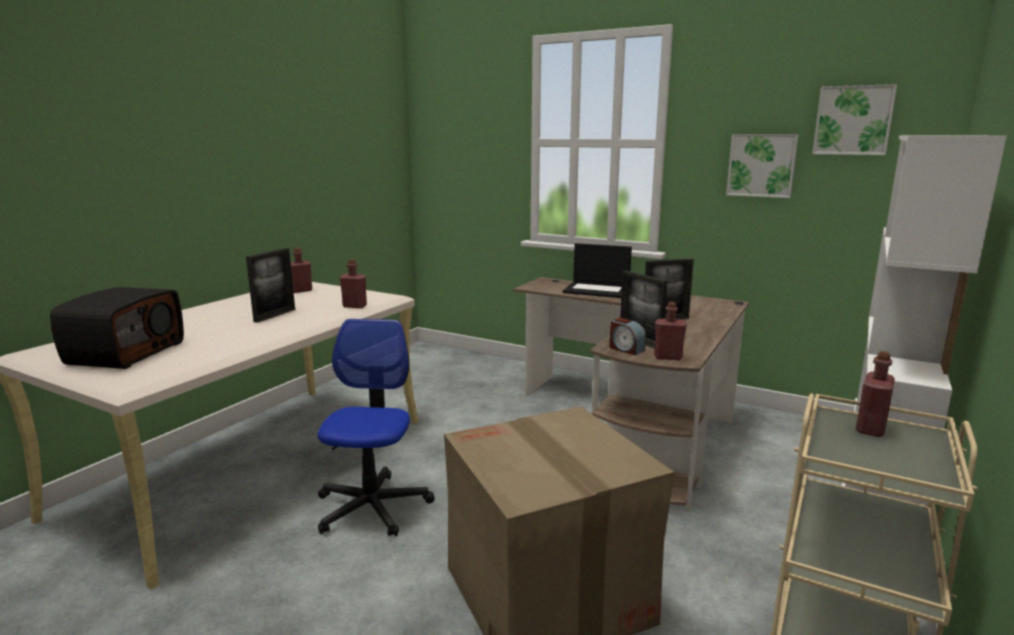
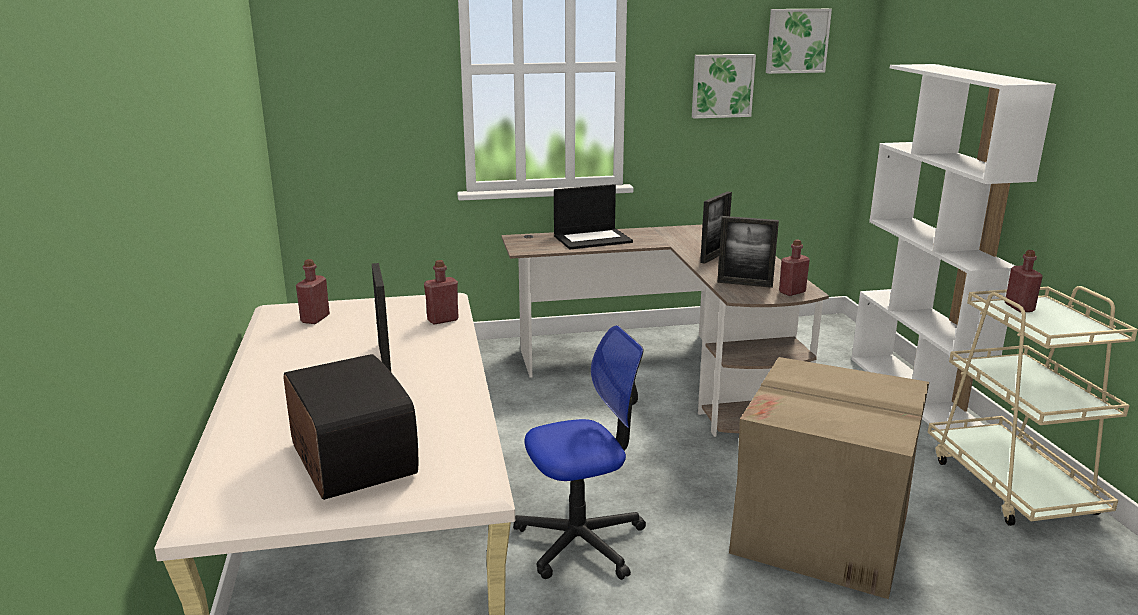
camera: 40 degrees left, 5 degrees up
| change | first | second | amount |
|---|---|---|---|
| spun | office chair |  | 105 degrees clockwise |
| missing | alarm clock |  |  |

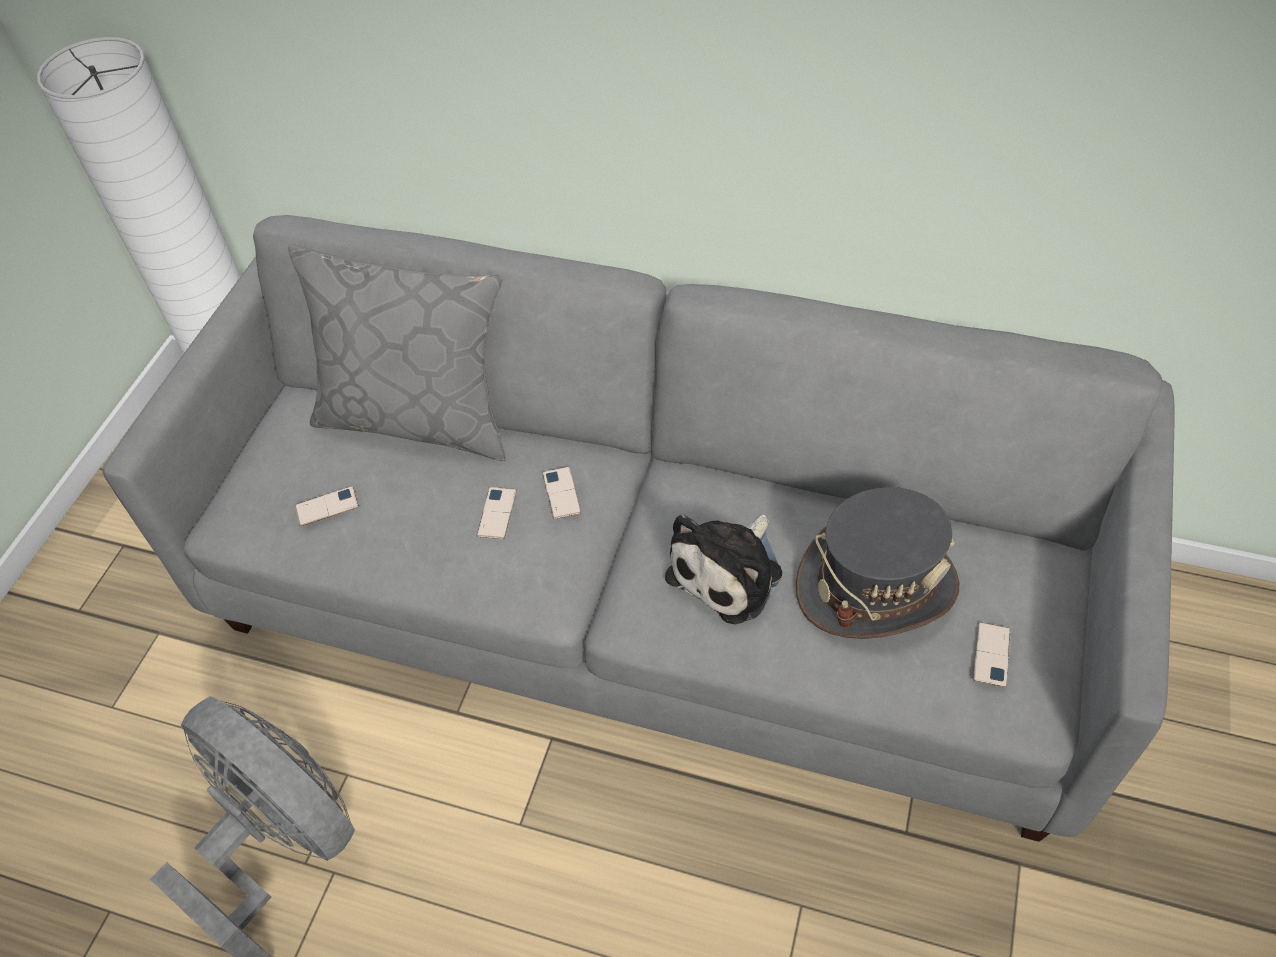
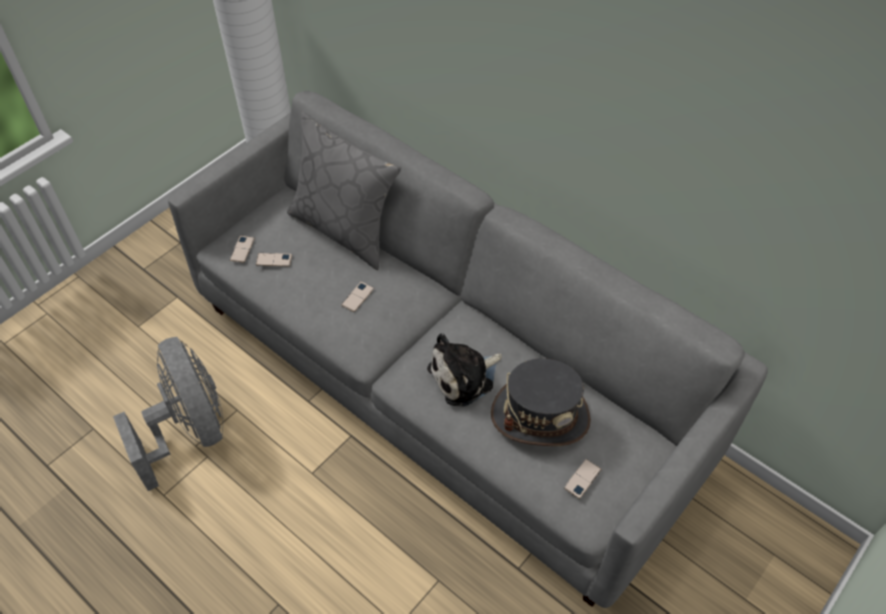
camera: 20 degrees right, 0 degrees up
| change | first | second | amount |
|---|---|---|---|
| relocated | phone (no. 3 from left in the first image) | phone (no. 1 from left) |  |

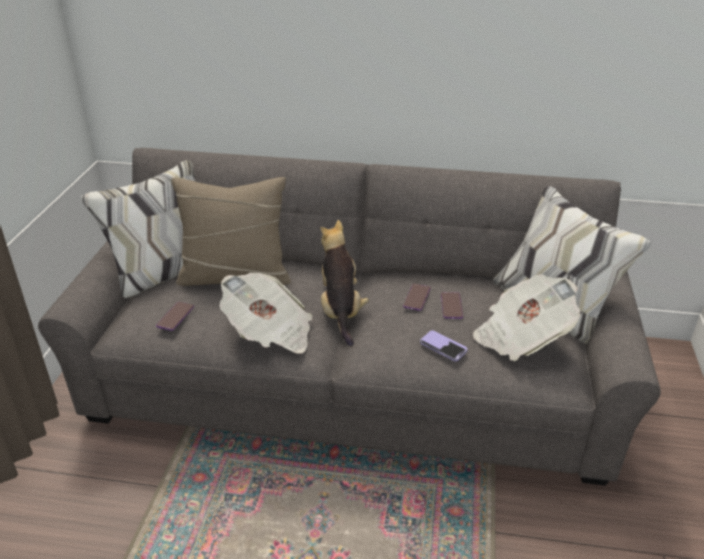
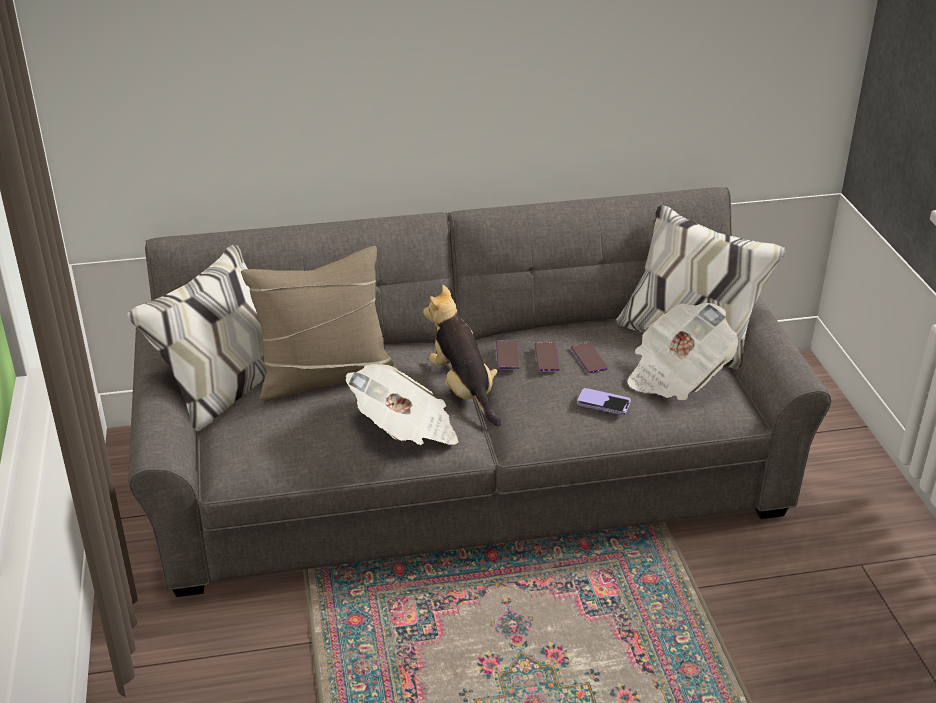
camera: 20 degrees left, 0 degrees up
| change | first | second | amount |
|---|---|---|---|
| relocated | phone (no. 1 from left) |  |  |

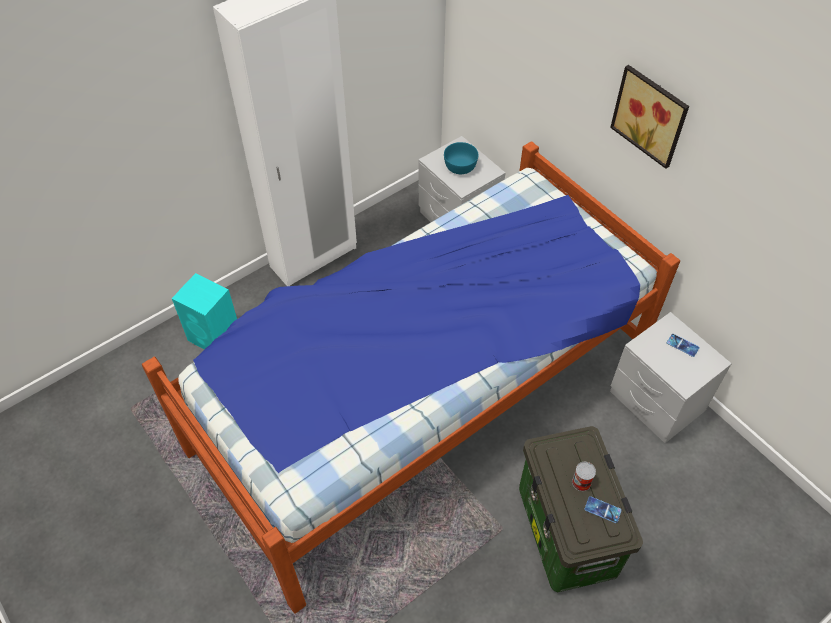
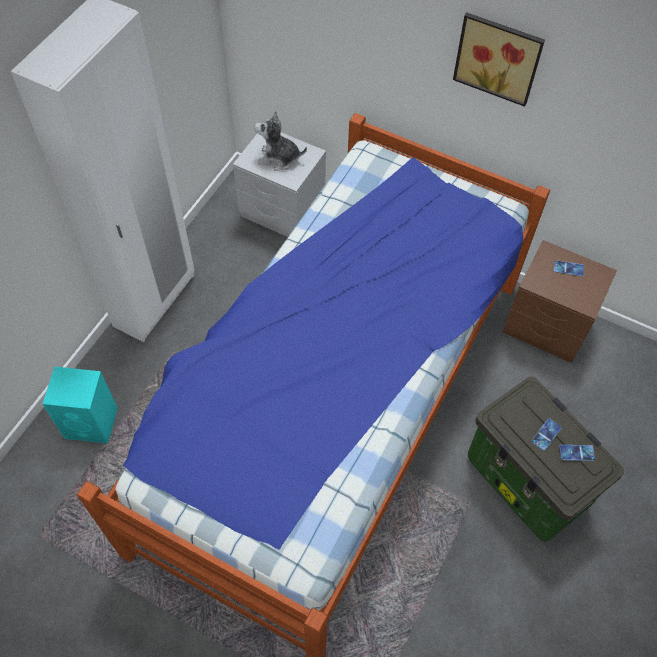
camera: 25 degrees left, 5 degrees up
| change | first | second | amount |
|---|---|---|---|
| exchanged | bowl (turquoise) | plush toy |  |
| colour | nightstand (grey) (no. 2 from left) | nightstand (brown) |  |
| exchanged | can | phone (no. 1 from left) |  |

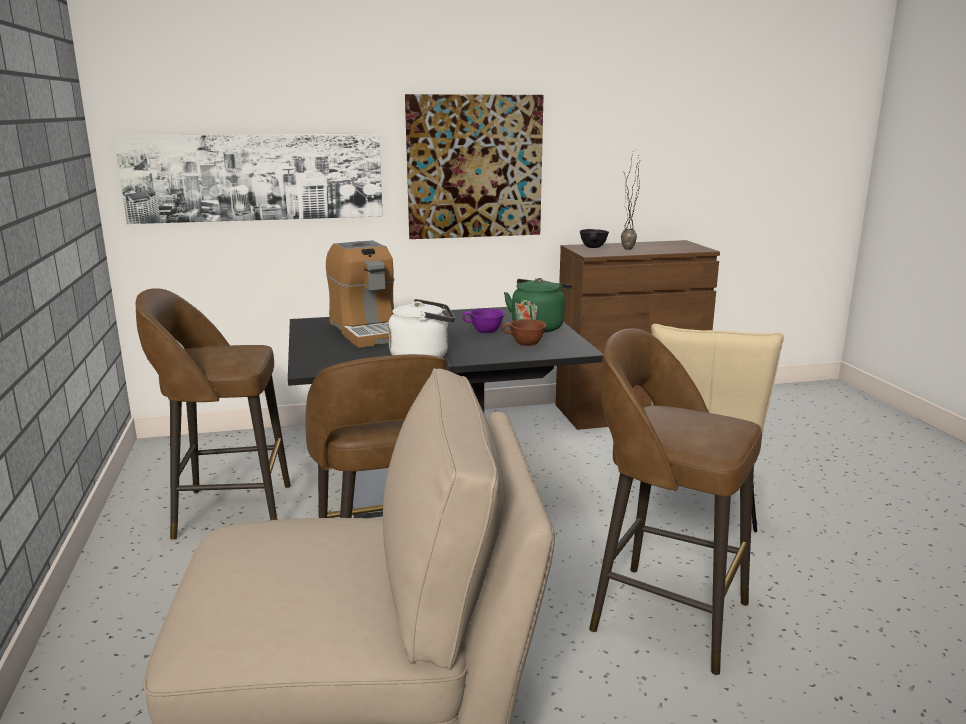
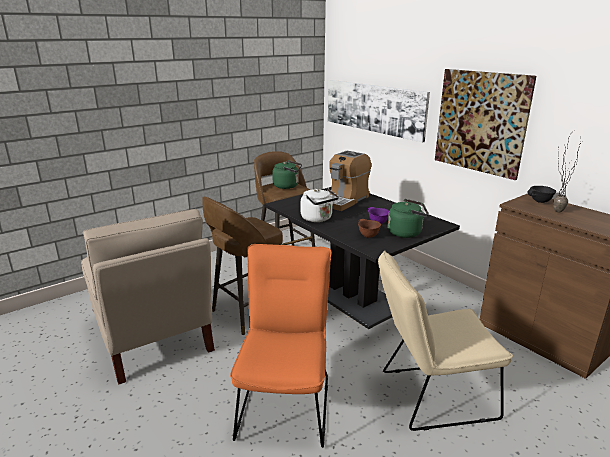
camera: 65 degrees right, 5 degrees up
| change | first | second | amount |
|---|---|---|---|
| exchanged | stool (brown) (no. 3 from left) | chair (orange) |  |
| appeared |  | kettle (green) (no. 1 from left) |  |

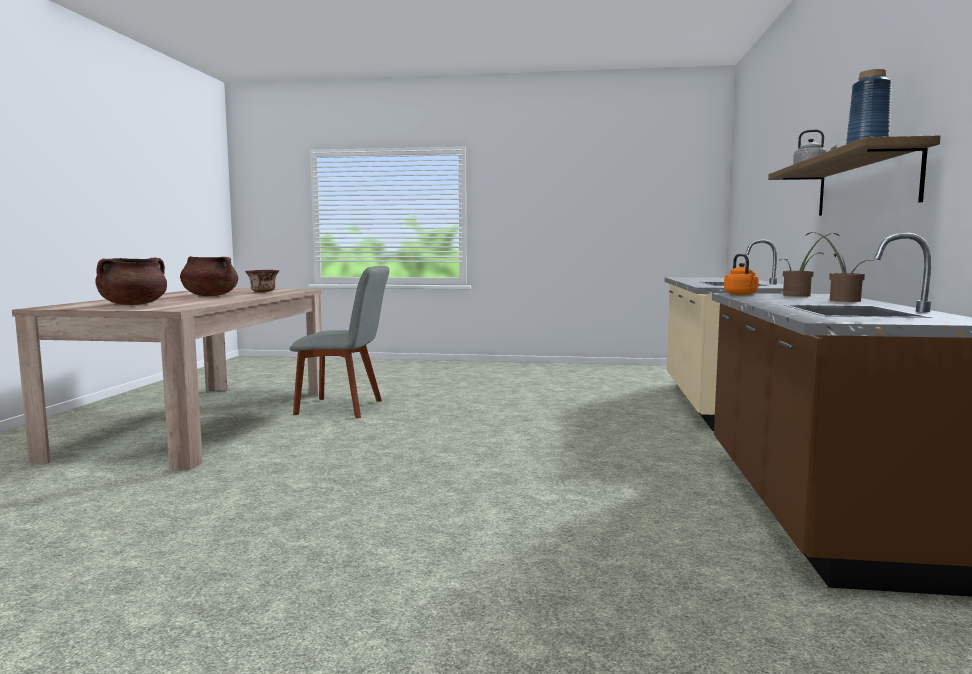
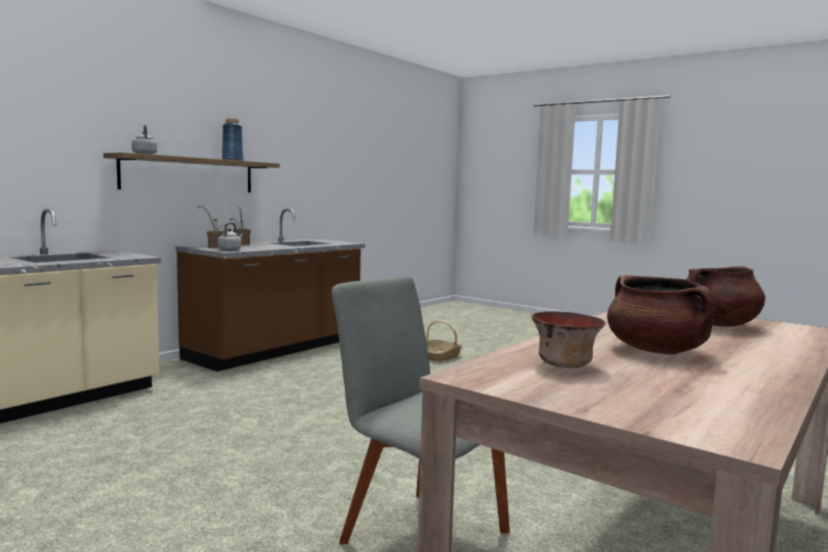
camera: 150 degrees left, 0 degrees up
| change | first | second | amount |
|---|---|---|---|
| colour | kettle (orange) | kettle (grey) (no. 2 from left) |  |
| appeared |  | basket |  |

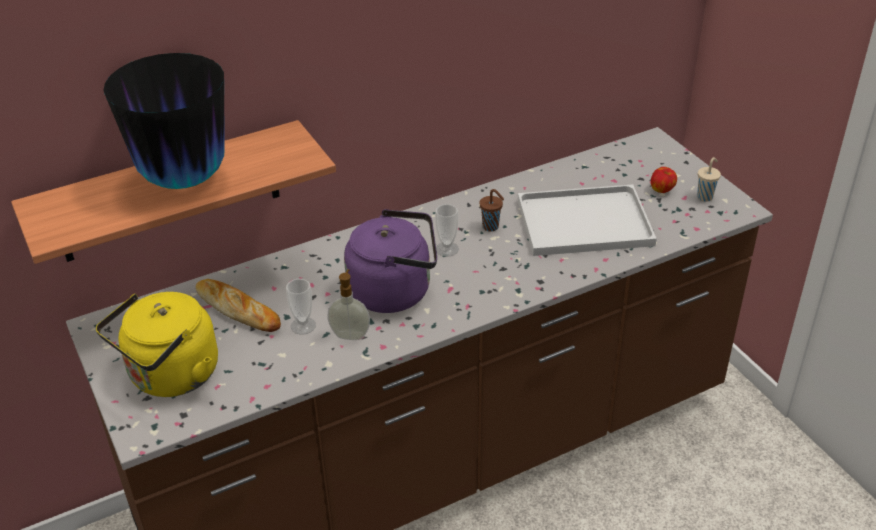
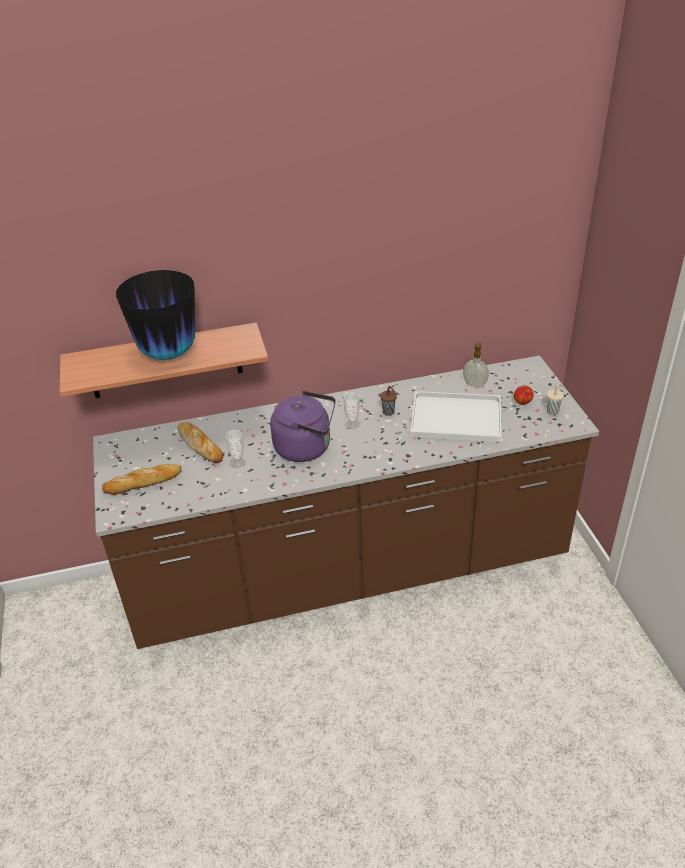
camera: 15 degrees right, 0 degrees up
| change | first | second | amount |
|---|---|---|---|
| exchanged | kettle (yellow) | bread (no. 1 from left) |  |
| relocated | soap dispenser |  |  |

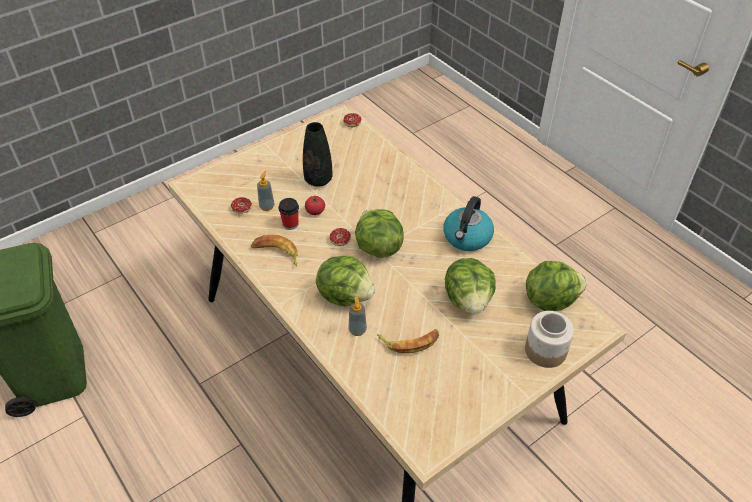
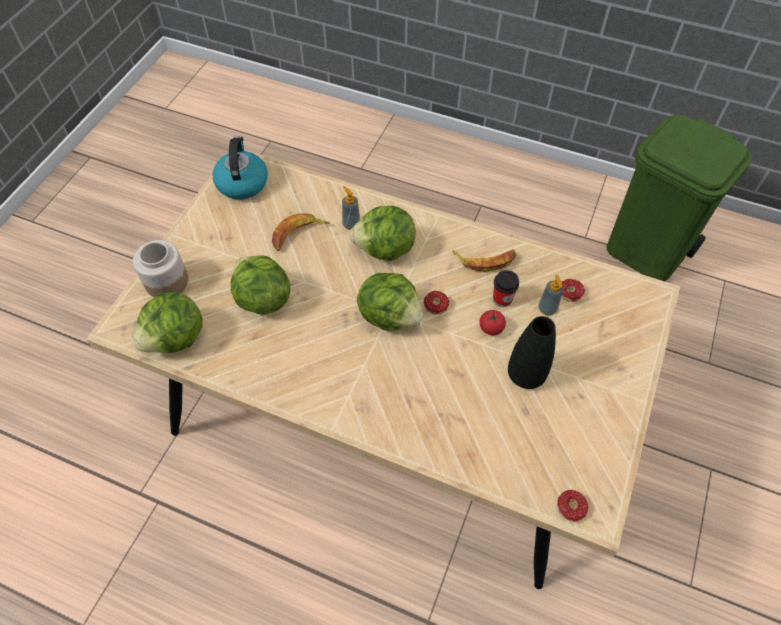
camera: 150 degrees right, 10 degrees up
| change | first | second | amount |
|---|---|---|---|
| relocated | kettle |  |  |

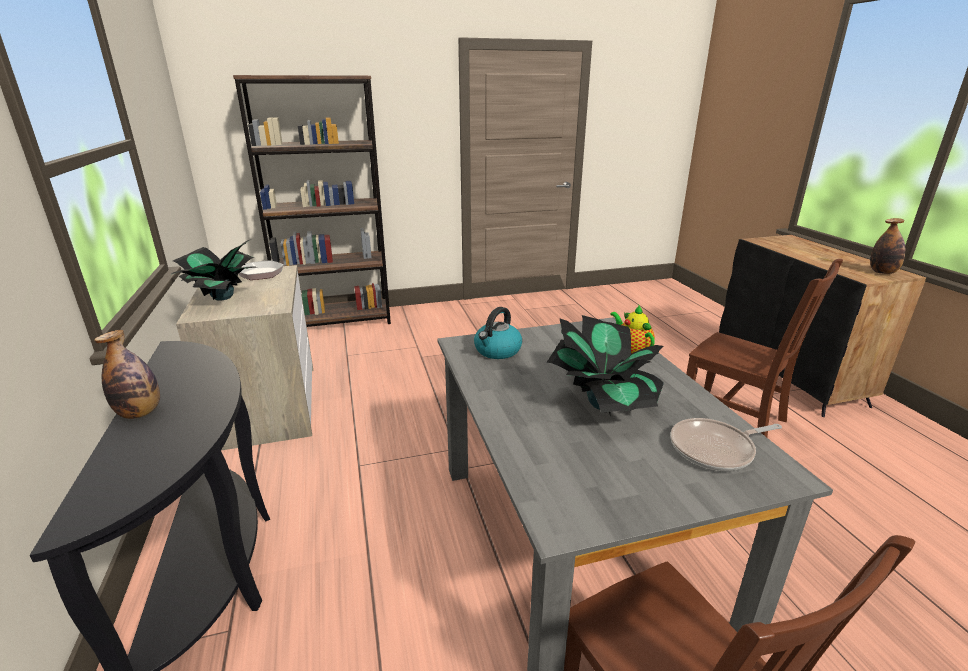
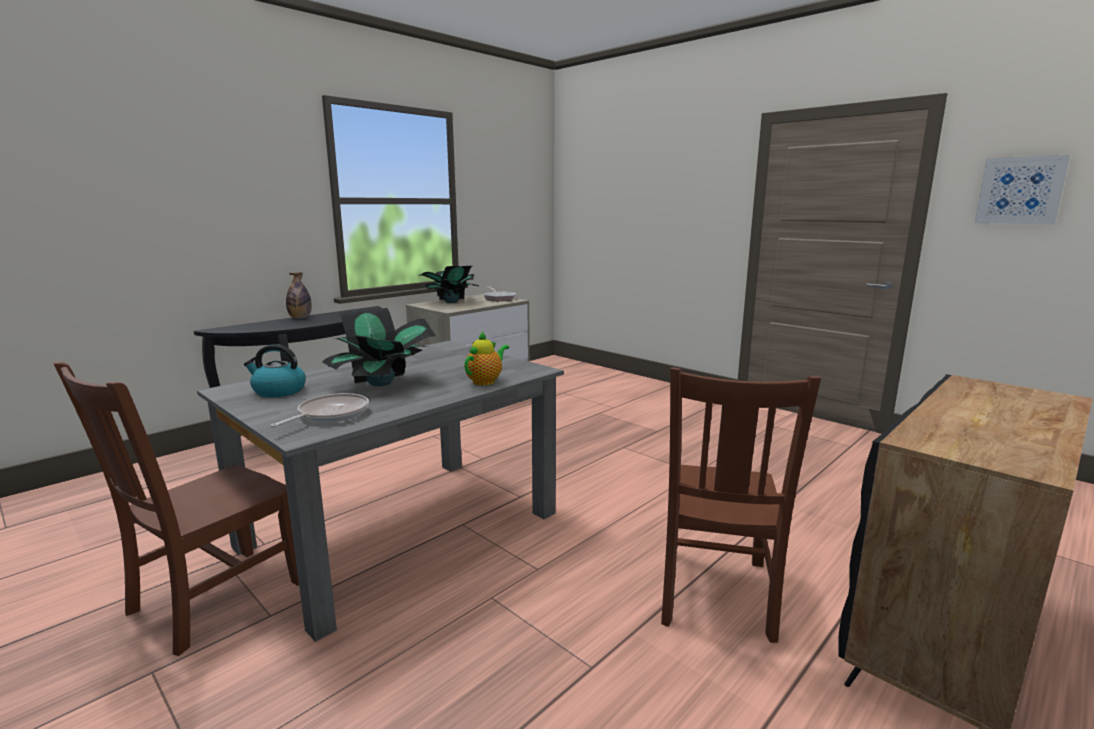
camera: 60 degrees right, 10 degrees down
| change | first | second | amount |
|---|---|---|---|
| relocated | kettle |  |  |
| spun | frying pan (no. 2 from left in the first image) | frying pan (no. 1 from left) | 75 degrees clockwise |
| appeared |  | picture |  |
| missing | bookcase (brown) |  |  |
| missing | bottle (no. 2 from left) |  |  |

